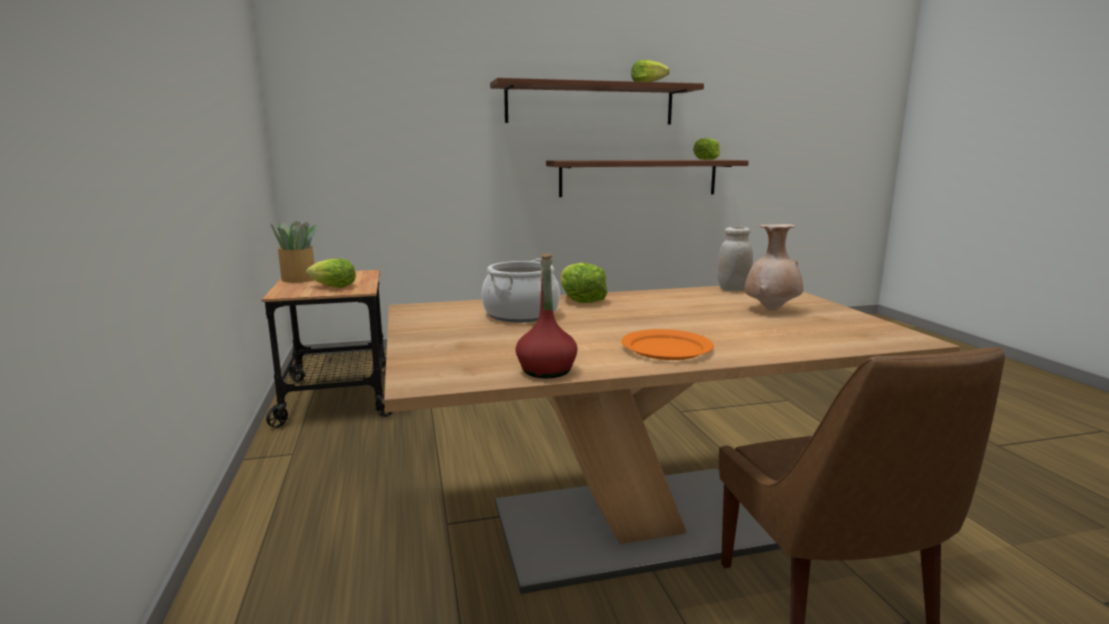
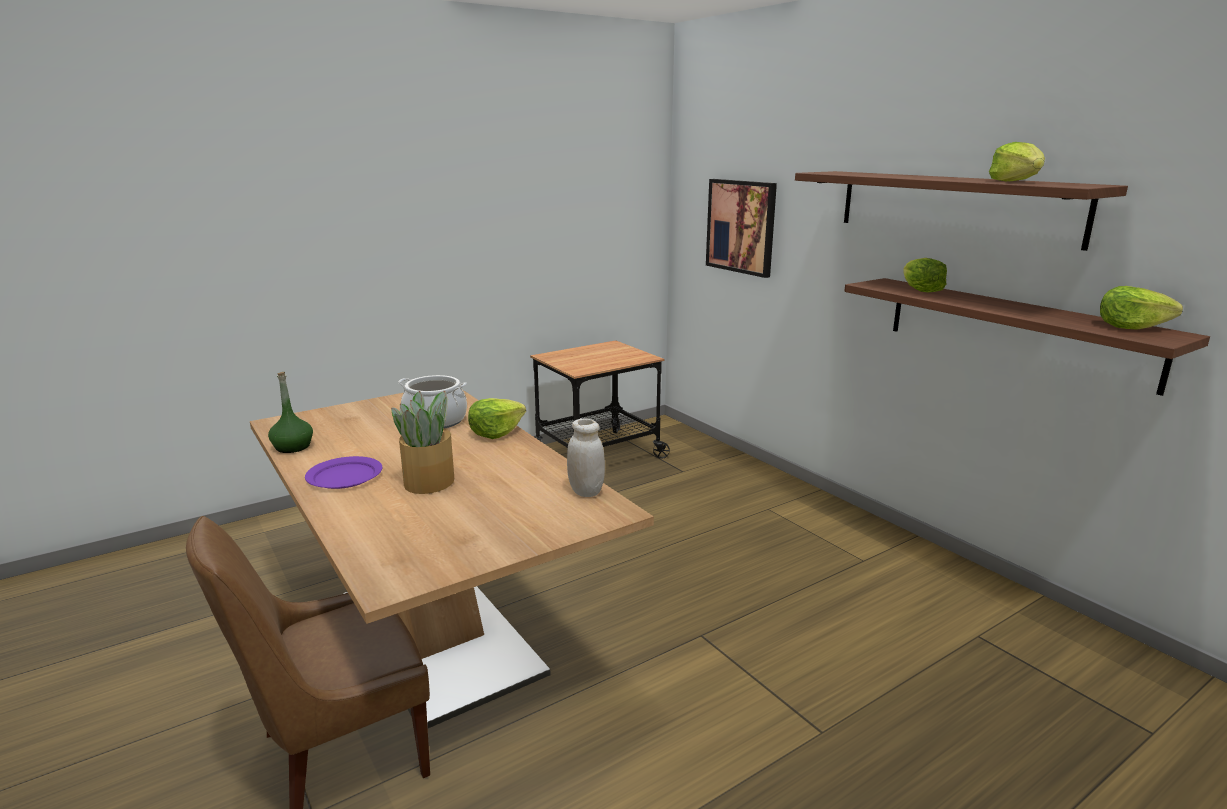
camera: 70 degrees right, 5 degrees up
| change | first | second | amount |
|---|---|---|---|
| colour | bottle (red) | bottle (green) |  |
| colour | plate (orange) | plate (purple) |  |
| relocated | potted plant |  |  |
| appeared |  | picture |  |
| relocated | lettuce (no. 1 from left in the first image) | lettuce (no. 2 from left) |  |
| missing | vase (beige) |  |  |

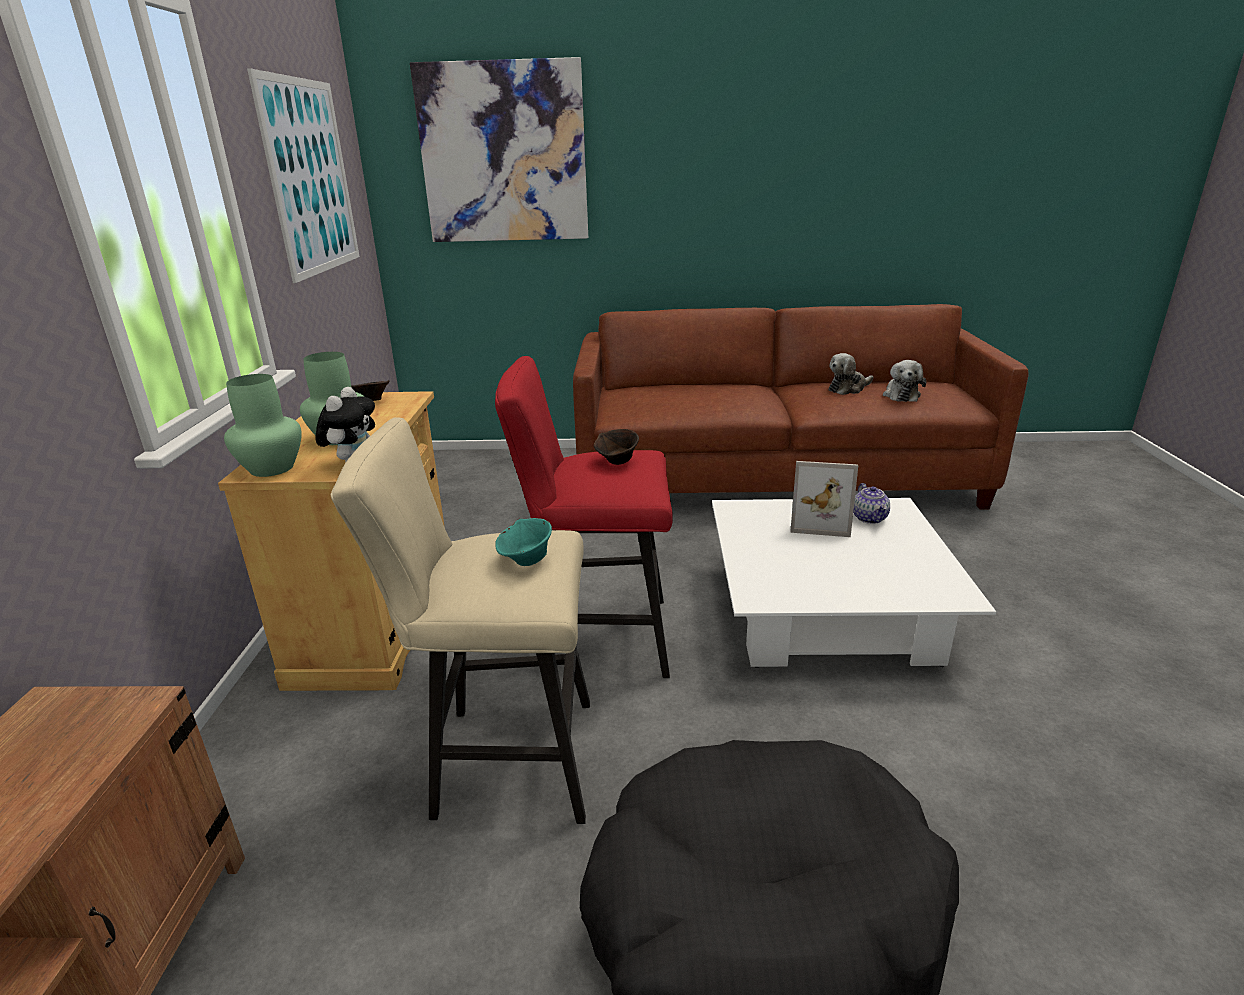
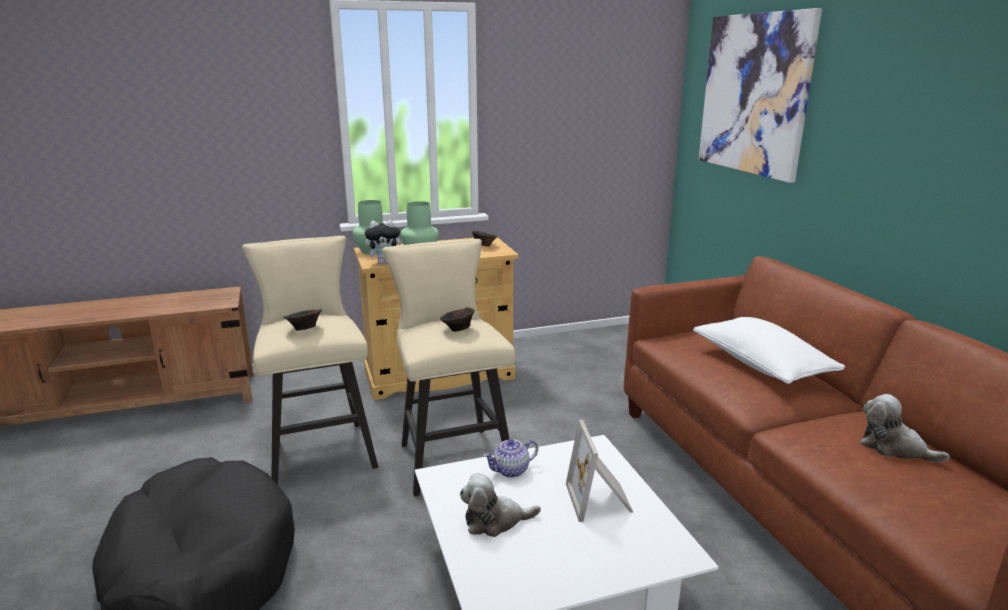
camera: 70 degrees right, 5 degrees down
| change | first | second | amount |
|---|---|---|---|
| colour | bowl (turquoise) | bowl (brown) (no. 1 from left) |  |
| colour | stool (red) | stool (beige) (no. 2 from left) |  |
| relocated | plush toy (no. 3 from left in the first image) | plush toy (no. 2 from left) |  |
| relocated | teapot |  |  |
| appeared |  | pillow (white) |  |
| missing | picture (no. 1 from left) |  |  |

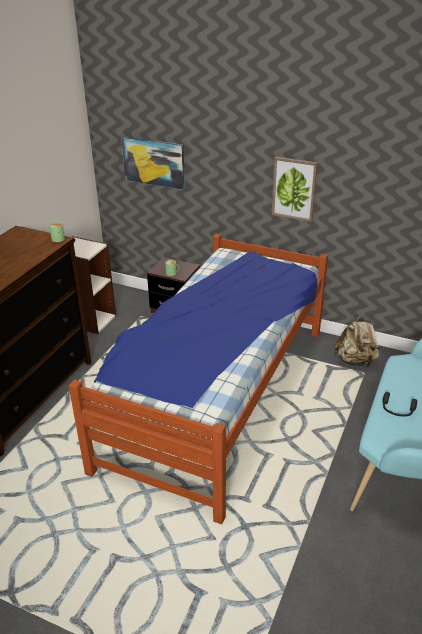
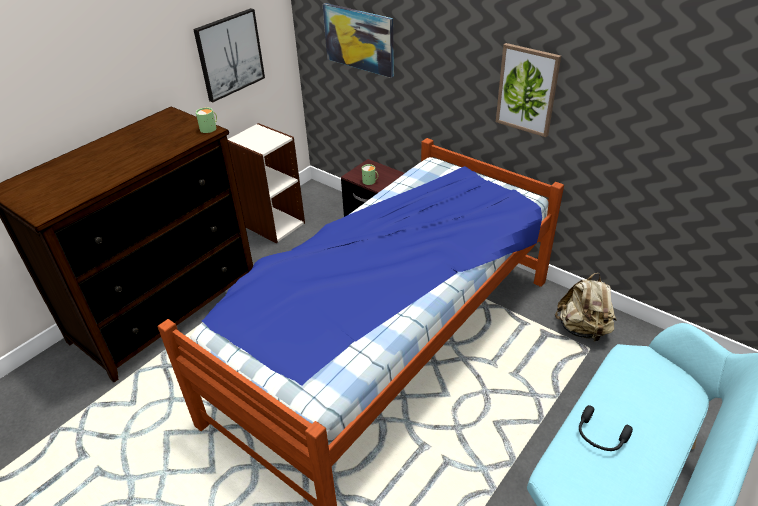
camera: 15 degrees right, 5 degrees up
| change | first | second | amount |
|---|---|---|---|
| appeared |  | picture (no. 1 from left) |  |

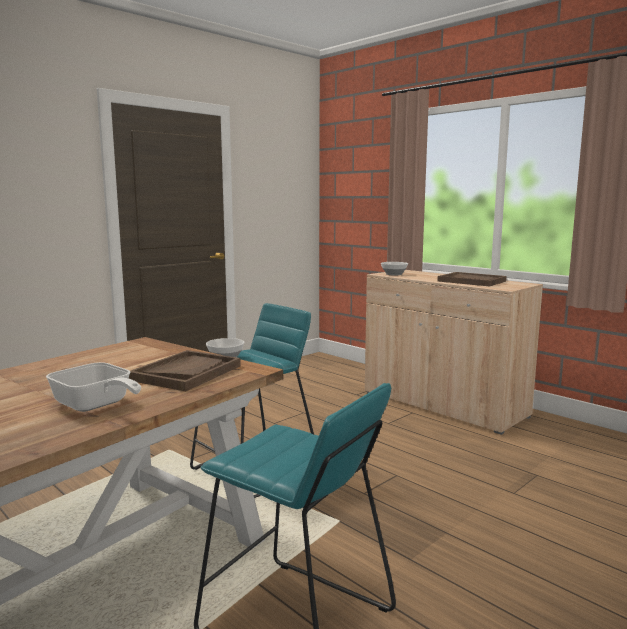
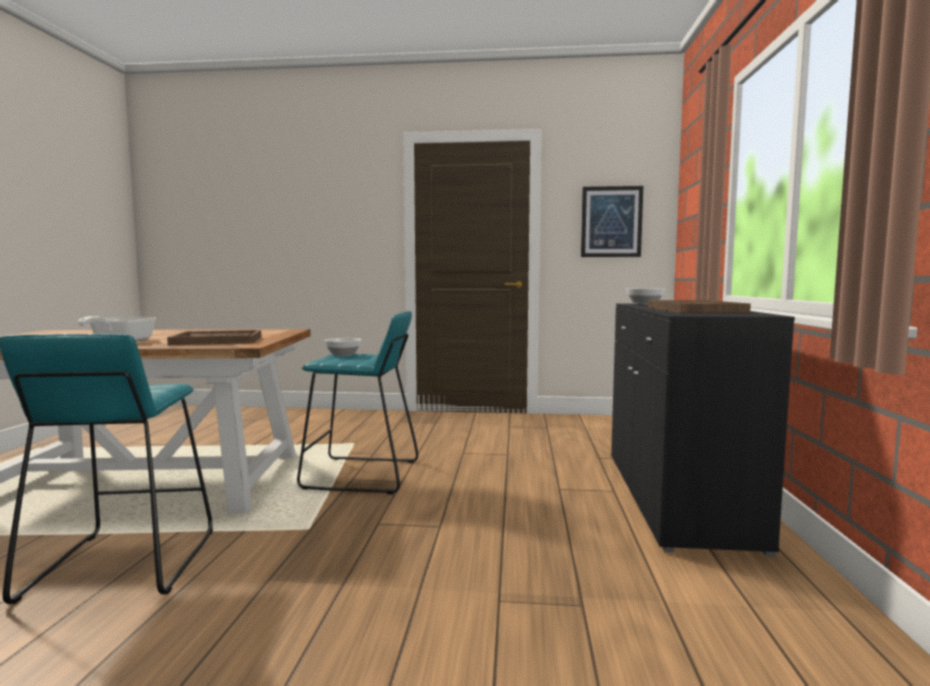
camera: 50 degrees right, 5 degrees down
| change | first | second | amount |
|---|---|---|---|
| appeared |  | picture |  |
| colour | cabinet (beige) | cabinet (black) |  |

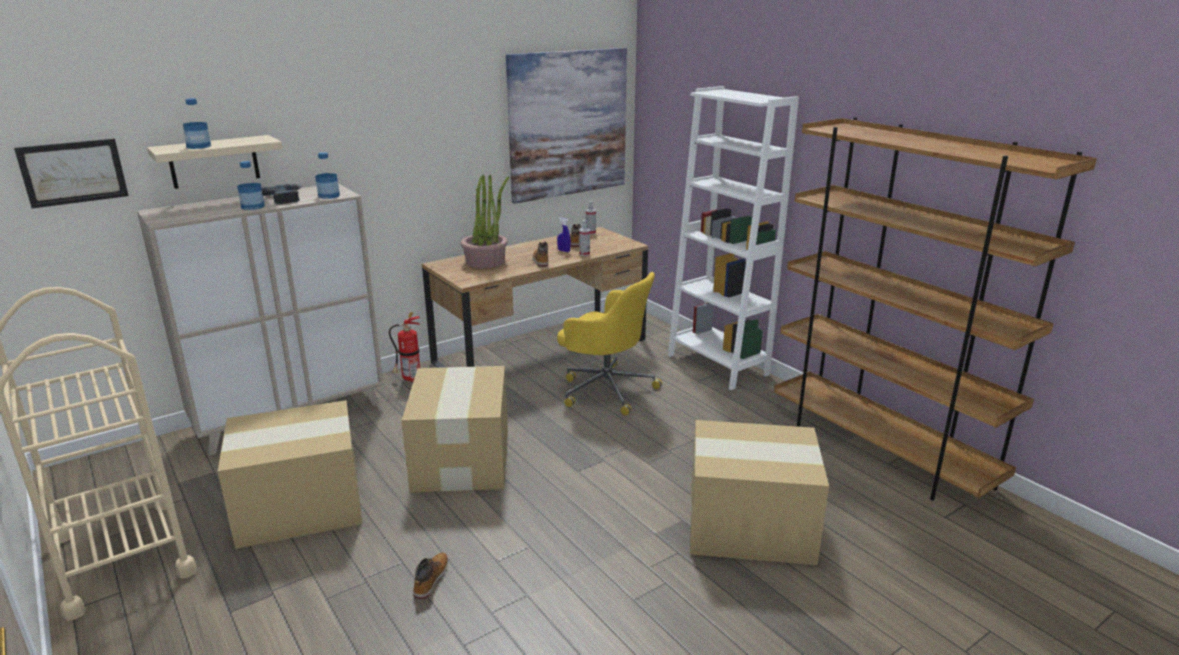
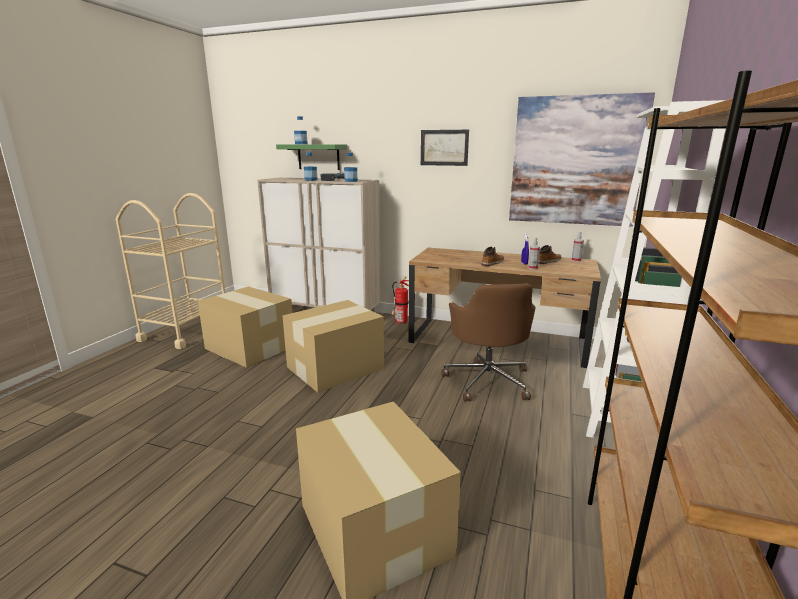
camera: 55 degrees right, 5 degrees down
| change | first | second | amount |
|---|---|---|---|
| colour | shelf (beige) | shelf (green) |  |
| relocated | picture (no. 1 from left) |  |  |
| colour | office chair (yellow) | office chair (brown) |  |
| missing | boot (no. 1 from left) |  |  |
| missing | potted plant |  |  |

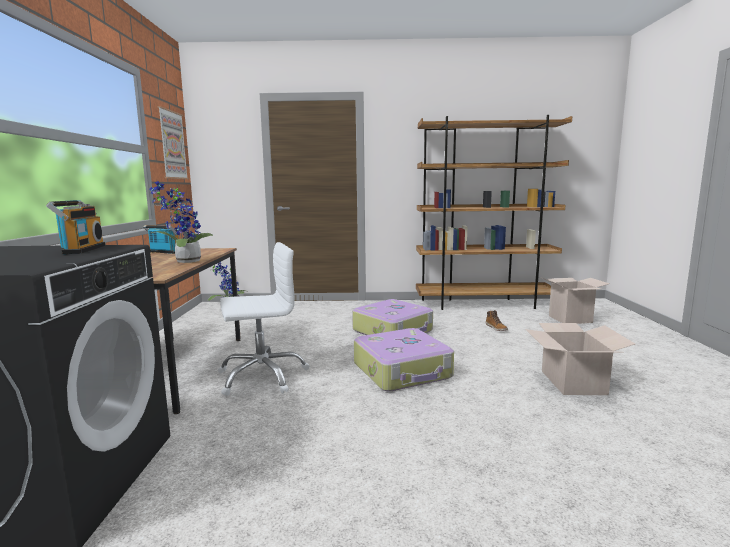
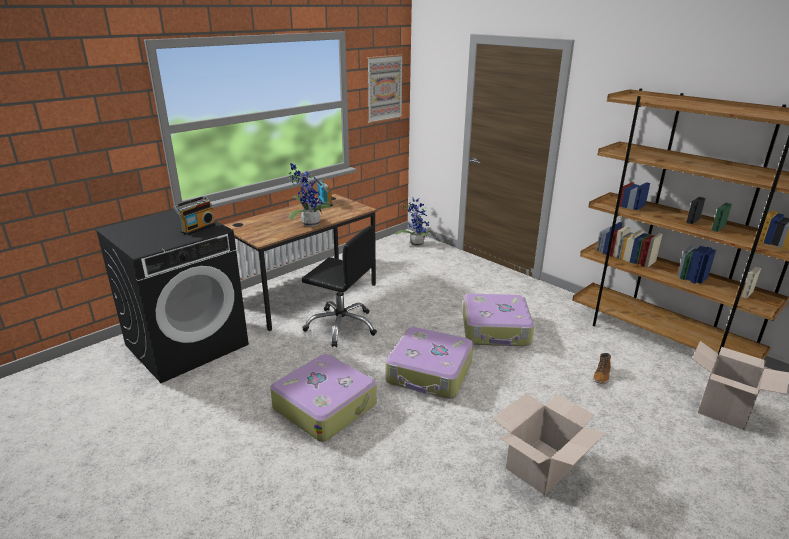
camera: 45 degrees right, 15 degrees up
| change | first | second | amount |
|---|---|---|---|
| appeared |  | suitcase (no. 1 from left) |  |
| colour | office chair (white) | office chair (black) |  |

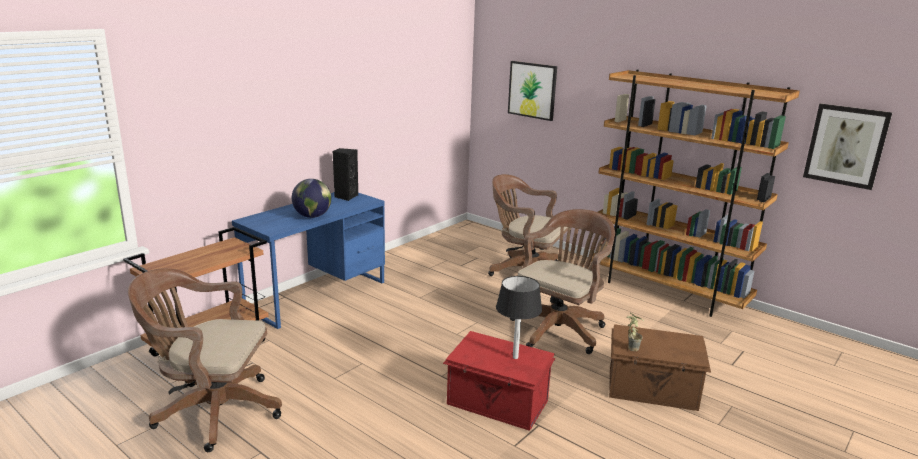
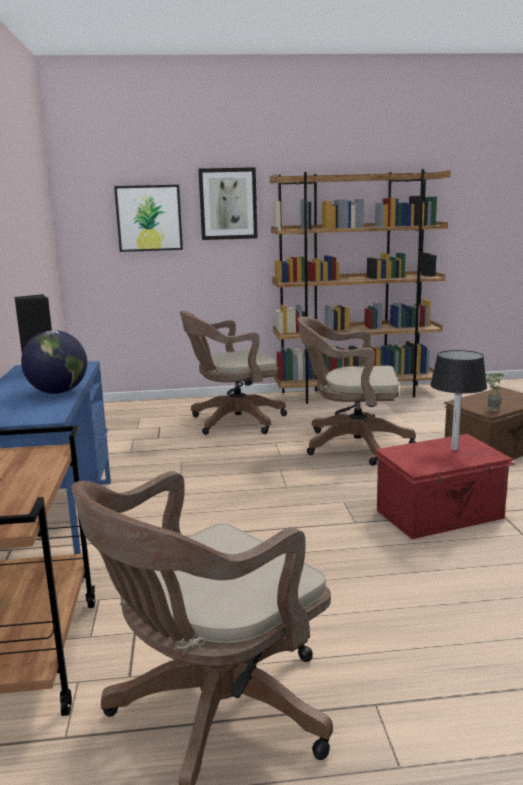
camera: 45 degrees left, 5 degrees down
| change | first | second | amount |
|---|---|---|---|
| relocated | picture (no. 2 from left) |  |  |
| spun | office chair (brown) (no. 3 from left) |  | 75 degrees counterclockwise |

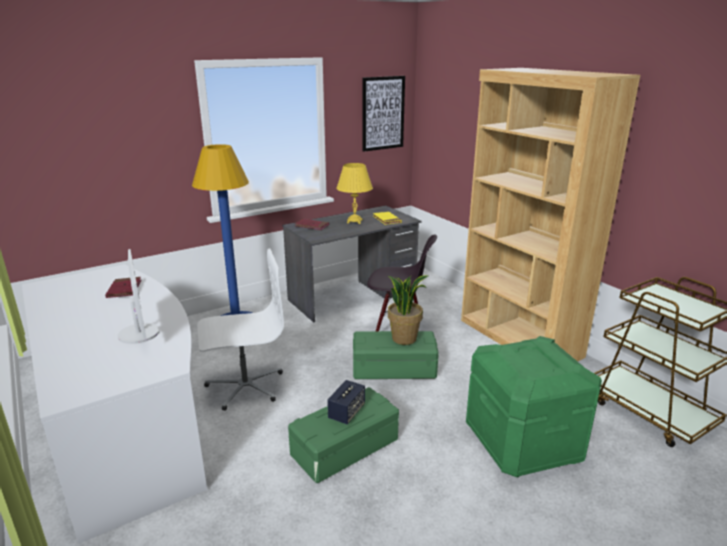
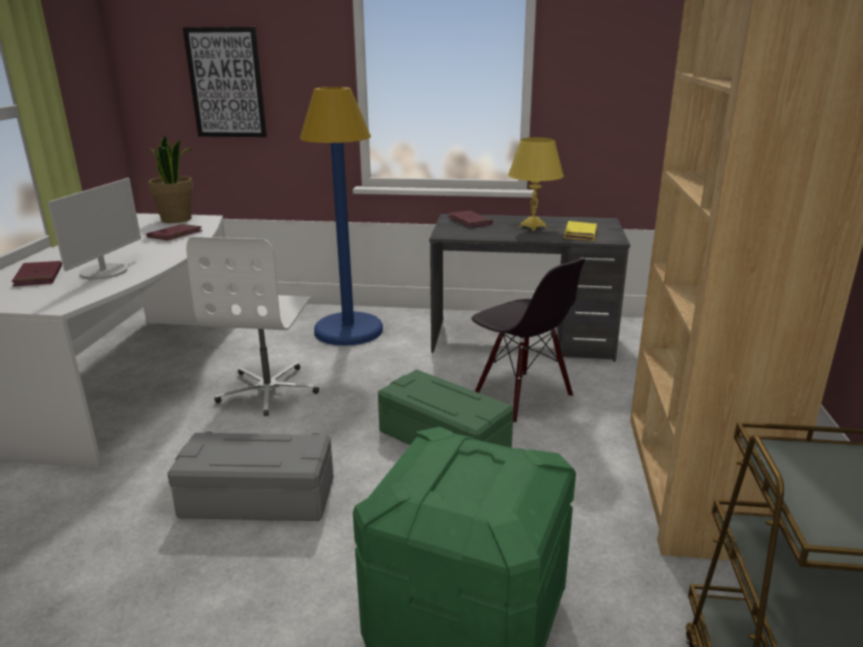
camera: 40 degrees right, 0 degrees up
| change | first | second | amount |
|---|---|---|---|
| appeared |  | book (red) (no. 1 from left) |  |
| relocated | potted plant |  |  |
| colour | storage box (green) (no. 1 from left) | storage box (grey) |  |
| relocated | picture |  |  |
| spun | office chair (white) |  | 75 degrees clockwise |
| missing | speaker |  |  |

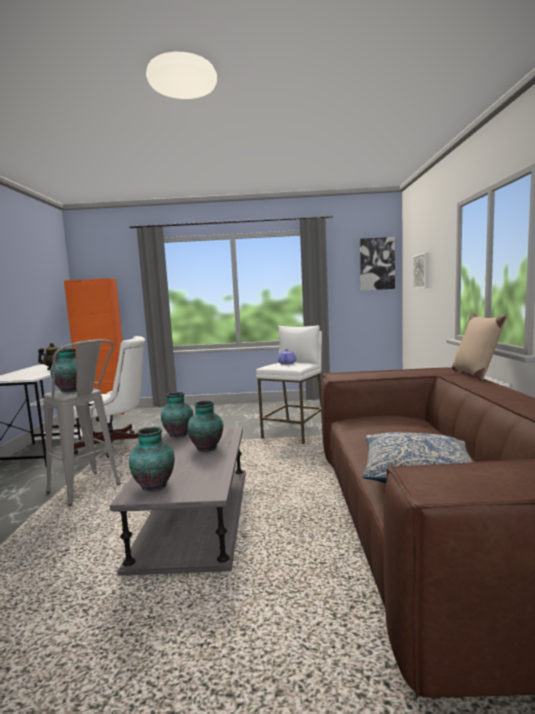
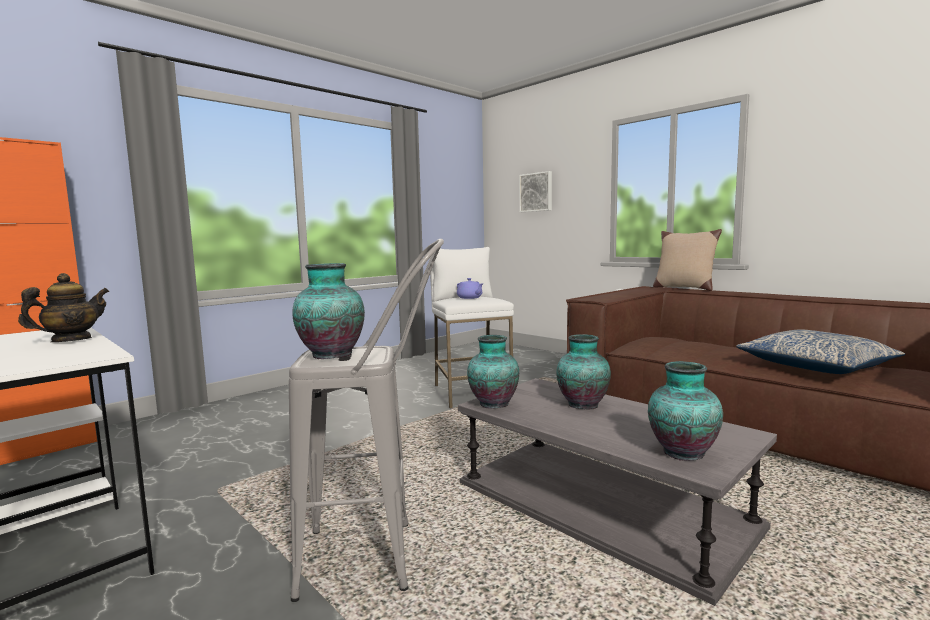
camera: 45 degrees left, 0 degrees up
| change | first | second | amount |
|---|---|---|---|
| missing | office chair (white) |  |  |
| missing | picture (no. 1 from left) |  |  |

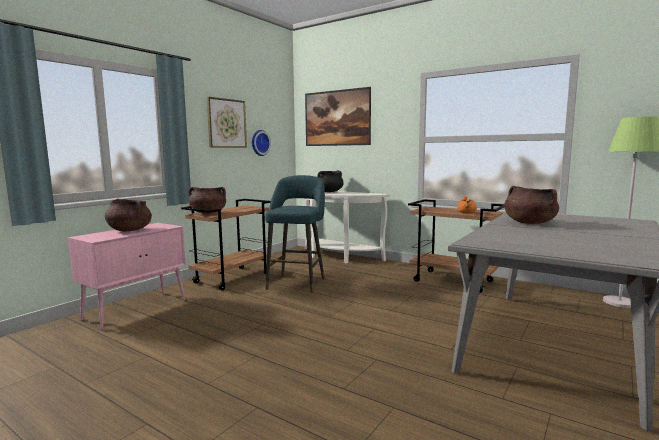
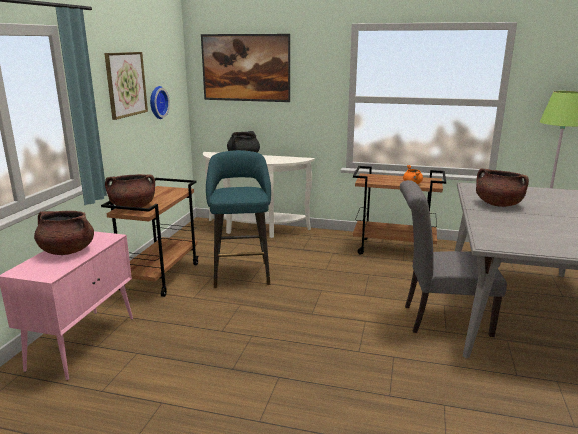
camera: 20 degrees left, 10 degrees up
| change | first | second | amount |
|---|---|---|---|
| appeared |  | chair (grey) |  |

